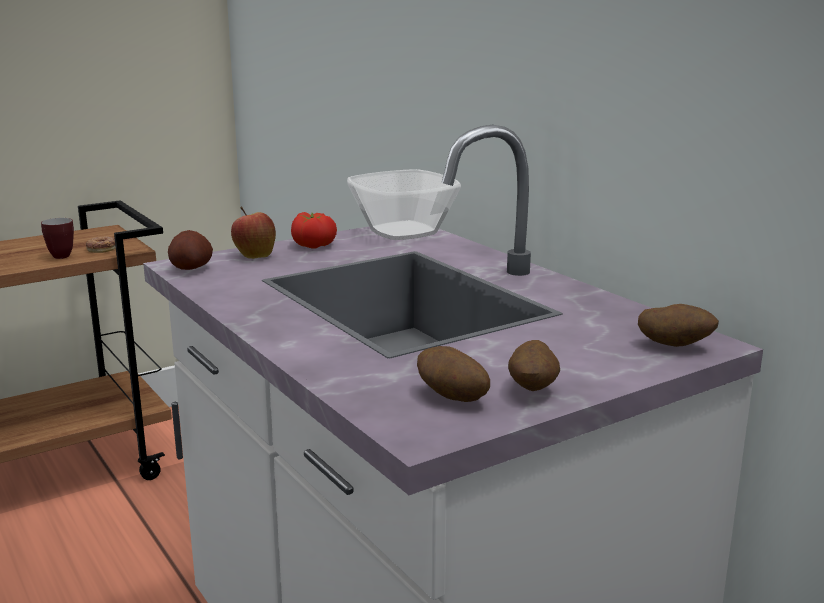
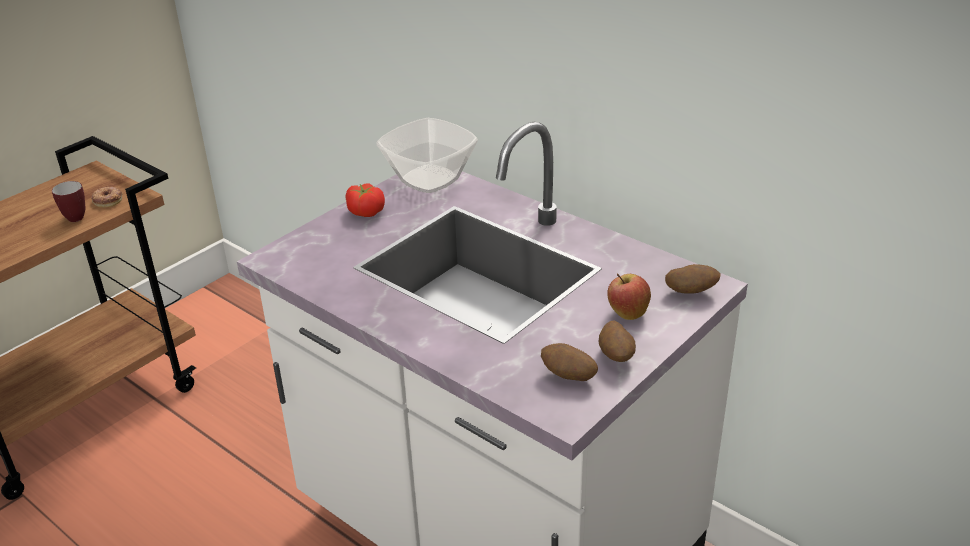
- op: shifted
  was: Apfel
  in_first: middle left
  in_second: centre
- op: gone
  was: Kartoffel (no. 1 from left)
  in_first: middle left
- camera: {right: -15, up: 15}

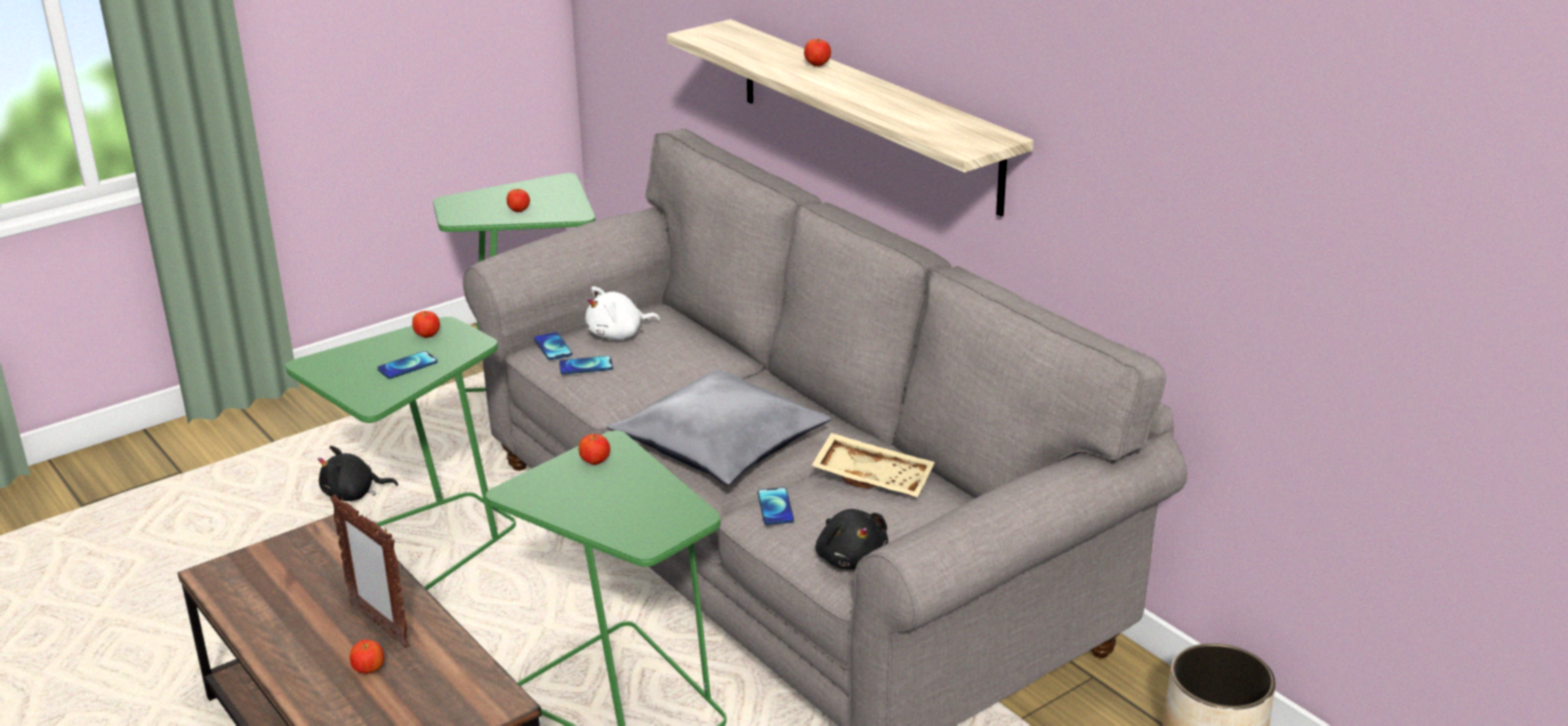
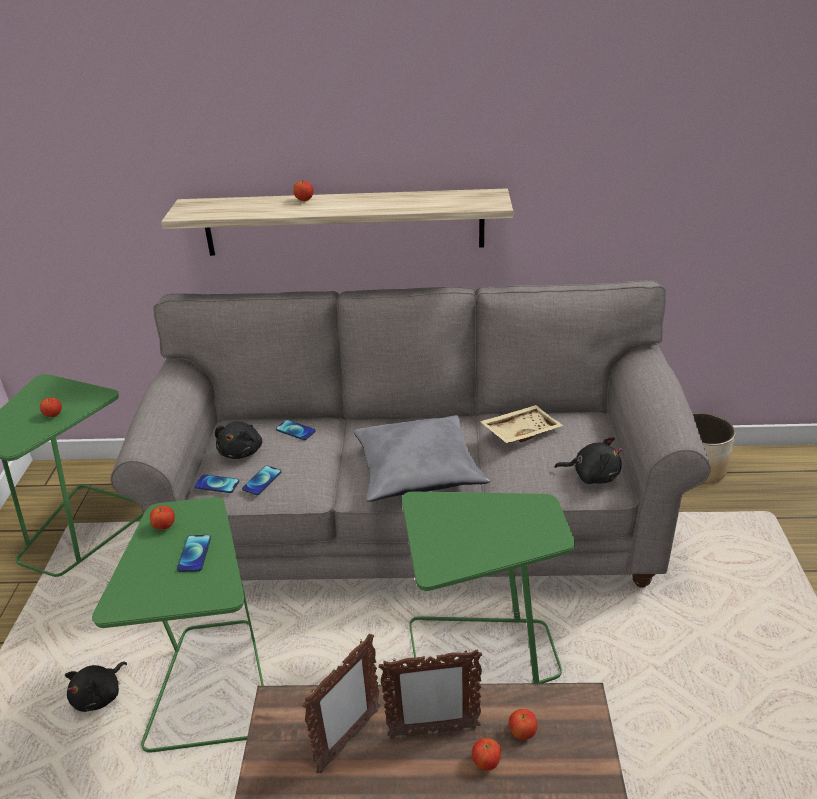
- op: repainted
  was: Plüschtier/weiß
  now: Plüschtier/schwarz (no. 2 from left)
  in_first: centre
  in_second: middle left
- op: shifted
  was: Handy (no. 4 from left)
  in_first: bottom centre
  in_second: centre
- op: new
  now: Bilderrahmen (no. 1 from left)
  in_second: bottom centre
- op: shifted
  was: Apfel (no. 4 from left in the first image)
  now: Apfel (no. 5 from left)
  in_first: centre
  in_second: bottom centre
- camera: {right: -50, up: 5}

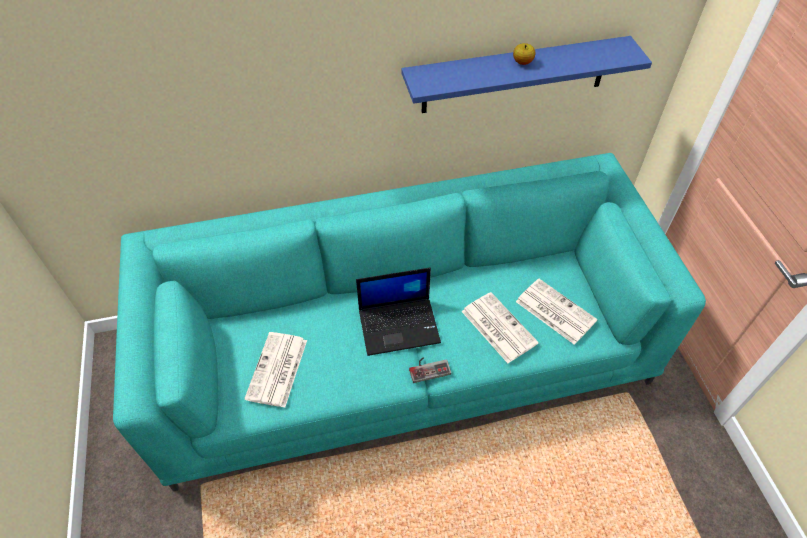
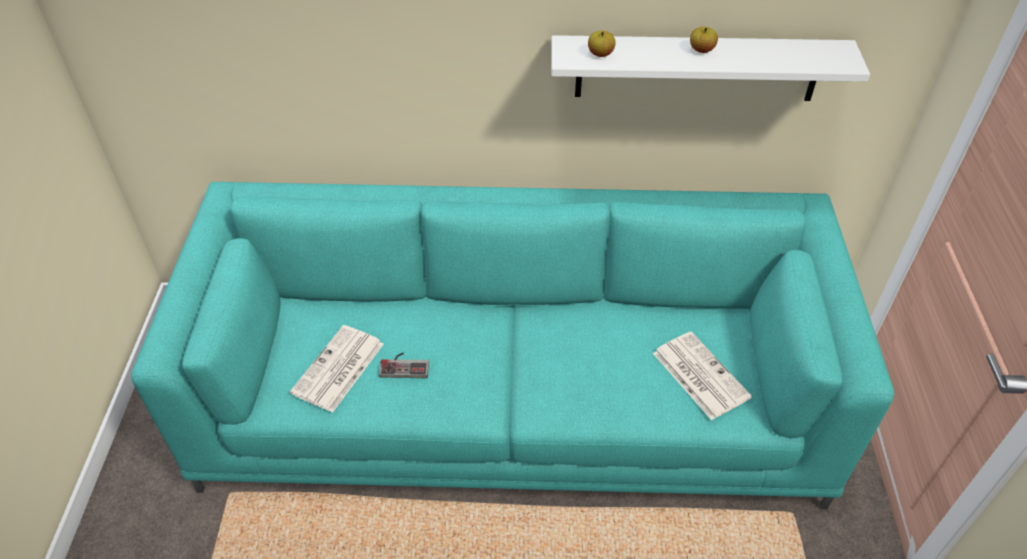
- op: shifted
  was: Gamepad
  in_first: bottom centre
  in_second: centre
- op: repainted
  was: Wandregal/blau
  now: Wandregal/weiß
  in_first: top centre
  in_second: top right
- op: new
  now: Apfel (no. 1 from left)
  in_second: top centre
- op: gone
  was: Laptop
  in_first: centre
- op: gone
  was: Zeitung (no. 2 from left)
  in_first: centre
- camera: {right: 15, up: -5}

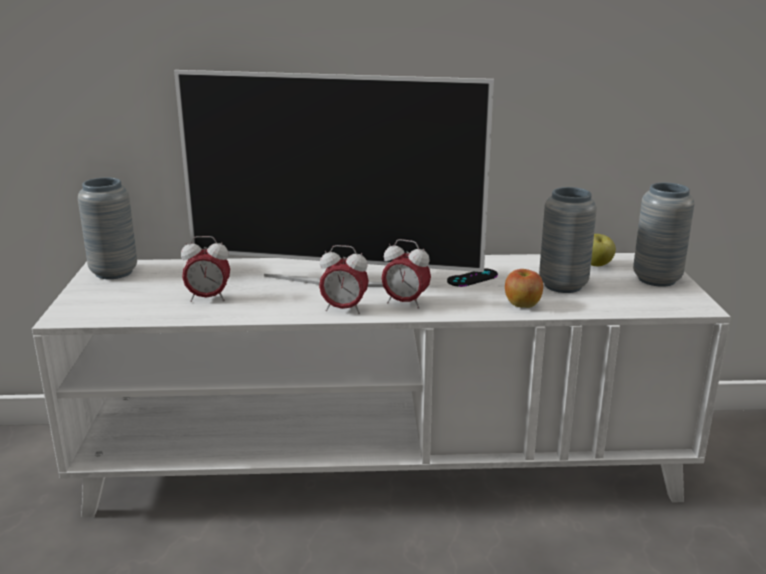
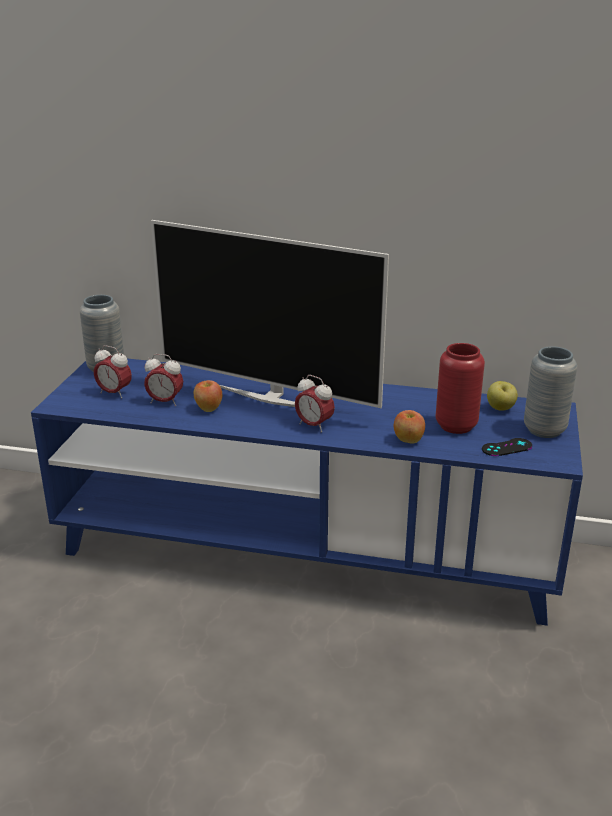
- op: repainted
  was: Fernsehschrank/weiß
  now: Fernsehschrank/blau
  in_first: bottom centre
  in_second: centre
- op: shifted
  was: Wecker (no. 2 from left in the first image)
  now: Wecker (no. 1 from left)
  in_first: centre
  in_second: middle left
- op: new
  now: Apfel (no. 1 from left)
  in_second: centre
- op: repainted
  was: Vase/grau (no. 2 from left)
  now: Vase/rot
  in_first: middle right
  in_second: middle right
- op: shifted
  was: Gamepad/schwarz
  in_first: centre
  in_second: middle right
- camera: {right: 15, up: 5}

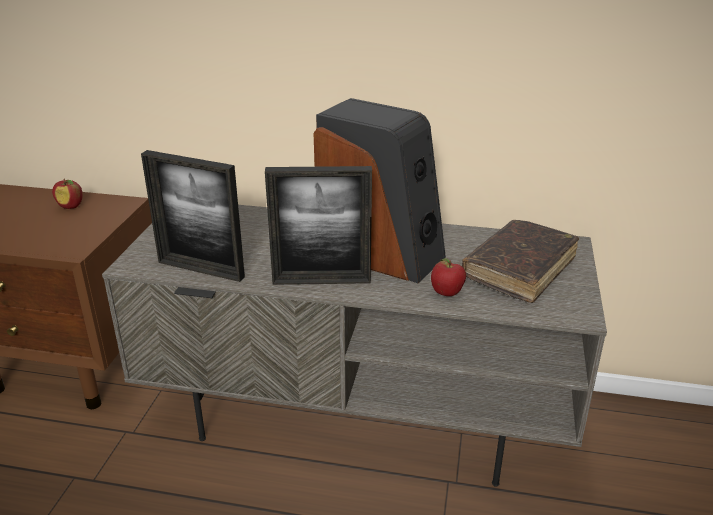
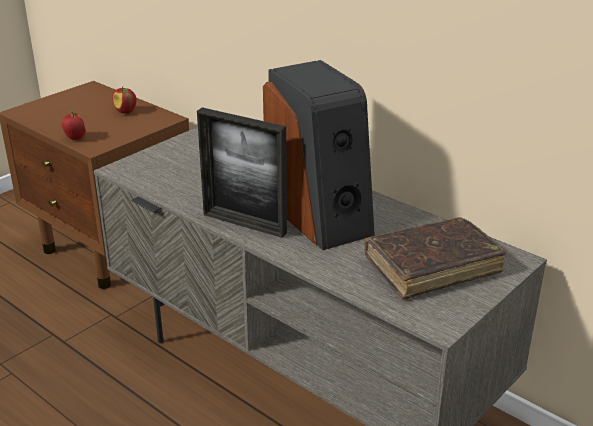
- op: shifted
  was: Apfel (no. 2 from left in the first image)
  now: Apfel (no. 1 from left)
  in_first: centre
  in_second: top left
- op: gone
  was: Bilderrahmen (no. 1 from left)
  in_first: middle left
- camera: {right: 30, up: 0}

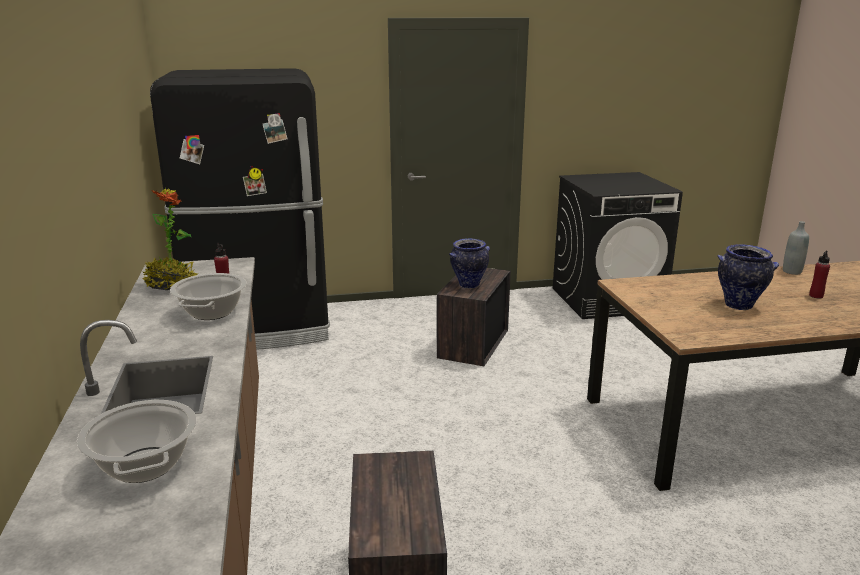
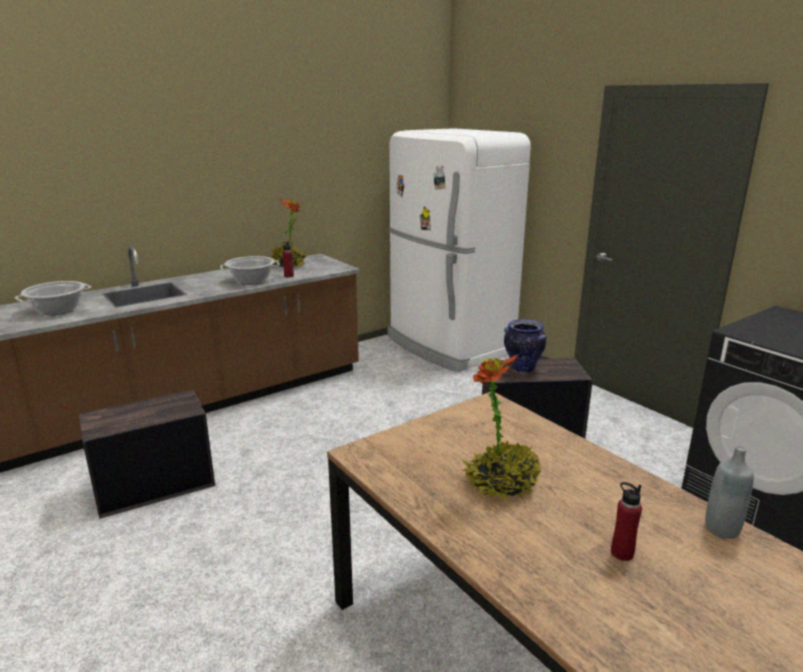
- op: repainted
  was: Kühlschrank/schwarz
  now: Kühlschrank/weiß
  in_first: middle left
  in_second: centre
- op: swapped
  was: Vase (no. 2 from left)
  now: Topfpflanze (no. 2 from left)
  in_first: middle right
  in_second: centre
- camera: {right: 65, up: 0}

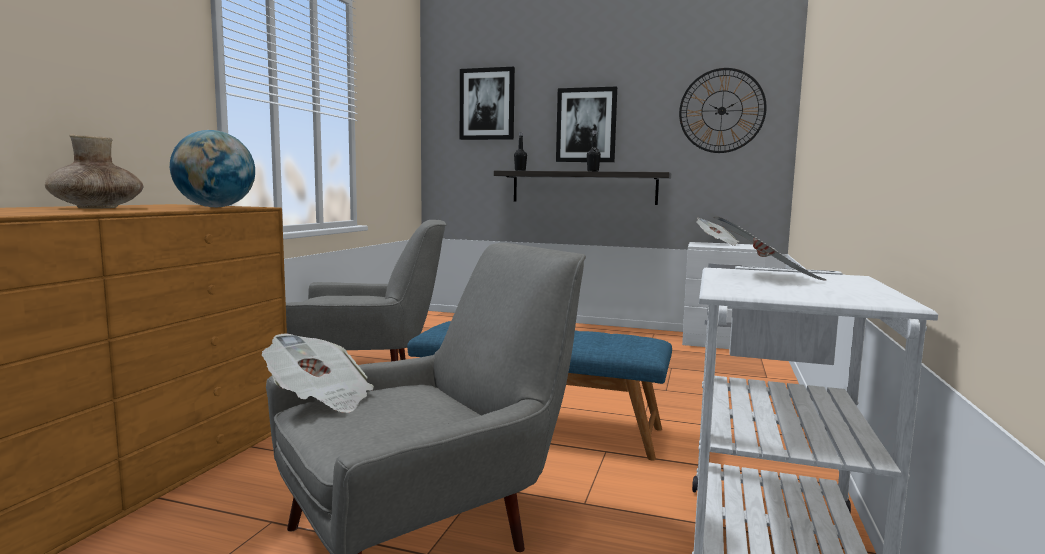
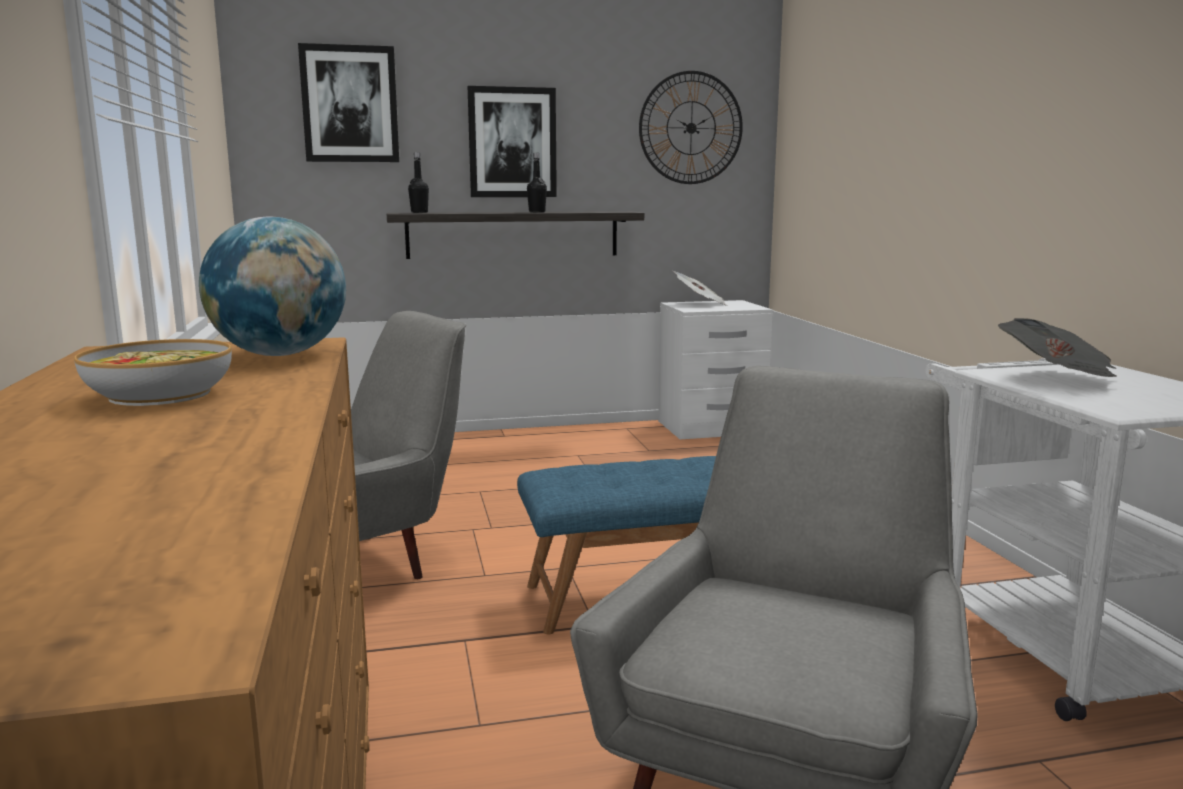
- op: swapped
  was: Vase/braun
  now: Schüssel
  in_first: top left
  in_second: middle left
- op: gone
  was: Zeitung (no. 1 from left)
  in_first: bottom left
- camera: {right: -30, up: 5}

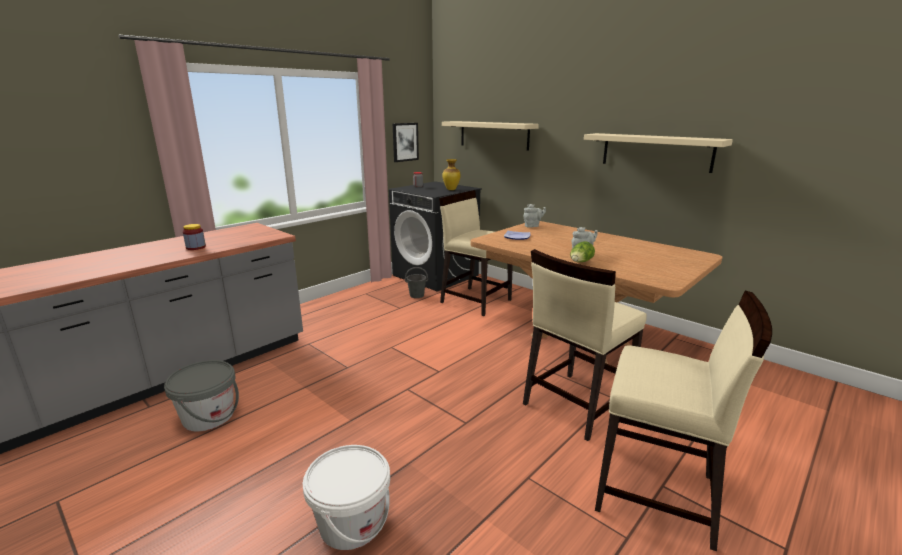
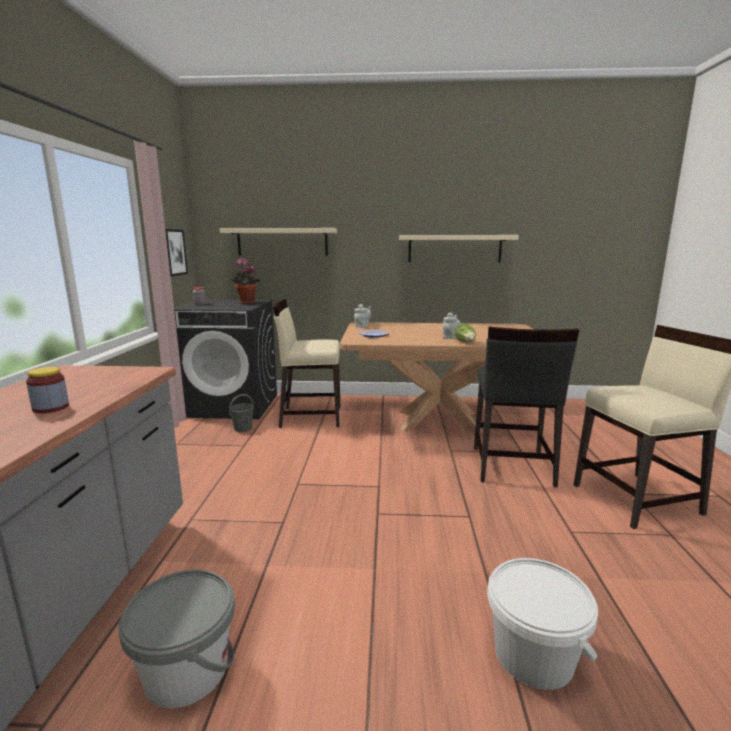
- op: swapped
  was: Vase
  now: Topfpflanze
  in_first: top centre
  in_second: centre
- op: repainted
  was: Stuhl/beige (no. 2 from left)
  now: Stuhl/schwarz
  in_first: centre
  in_second: middle right
- camera: {right: -40, up: -5}

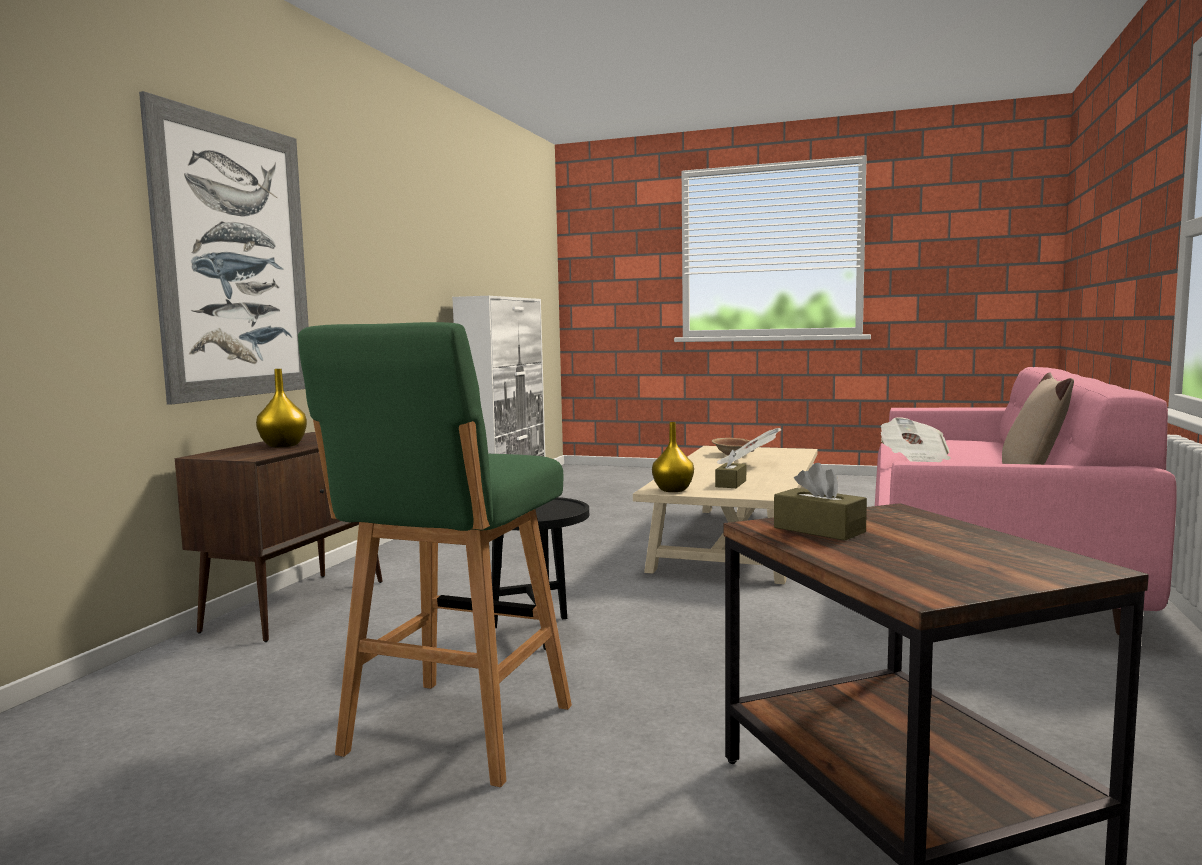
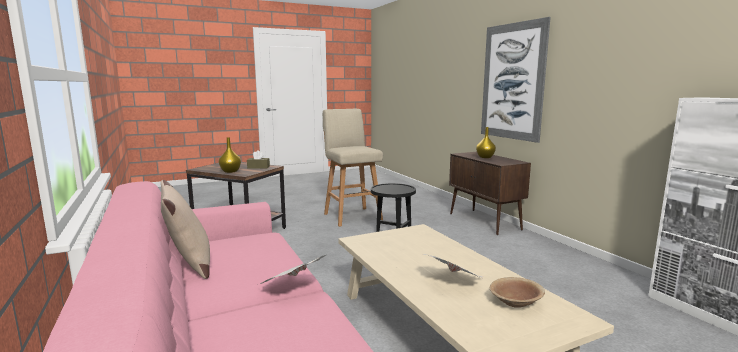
- op: shifted
  was: Vase/gelb (no. 2 from left in the first image)
  now: Vase/gelb (no. 1 from left)
  in_first: centre
  in_second: middle left
- op: repainted
  was: Hocker/grün
  now: Hocker/beige
  in_first: centre
  in_second: centre
- op: gone
  was: Taschentuchbox/braun (no. 1 from left)
  in_first: centre
- camera: {right: 135, up: 5}

